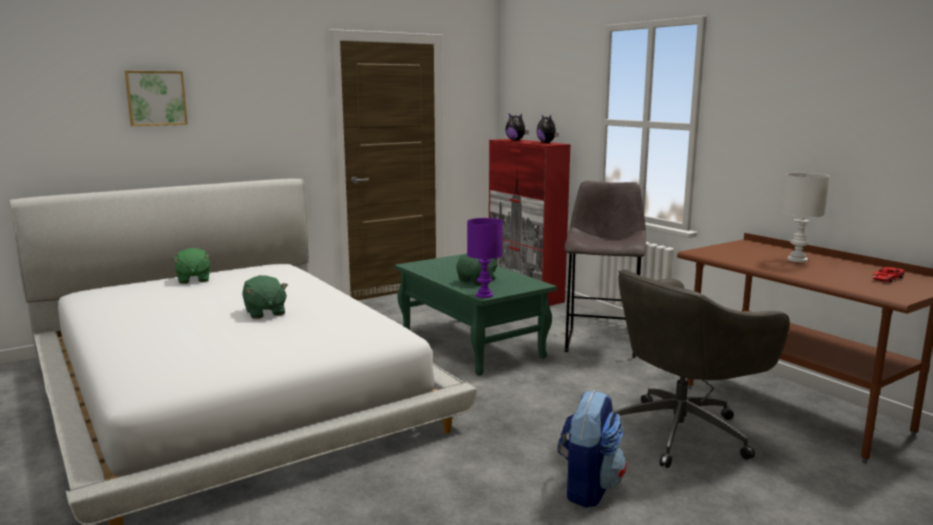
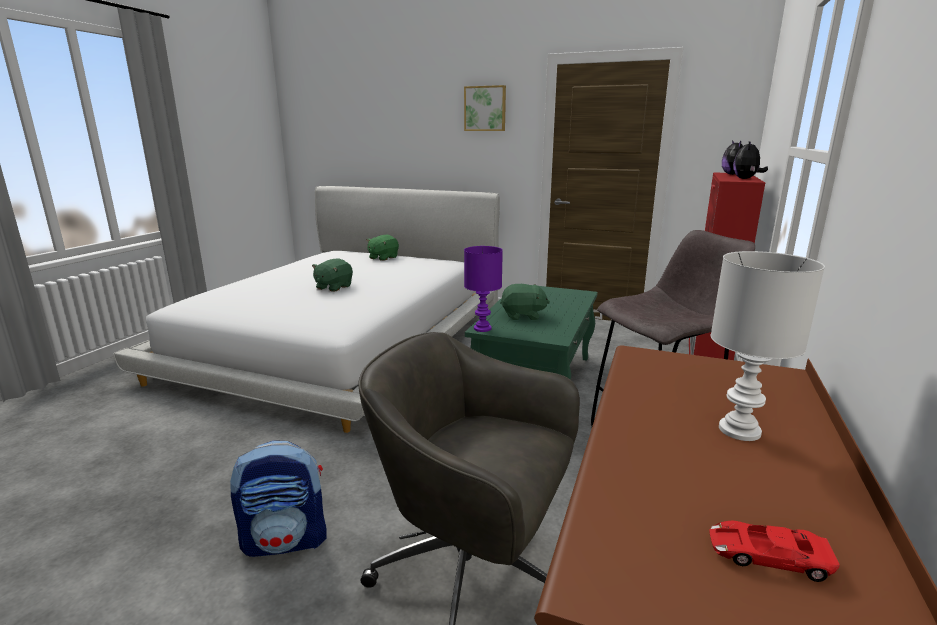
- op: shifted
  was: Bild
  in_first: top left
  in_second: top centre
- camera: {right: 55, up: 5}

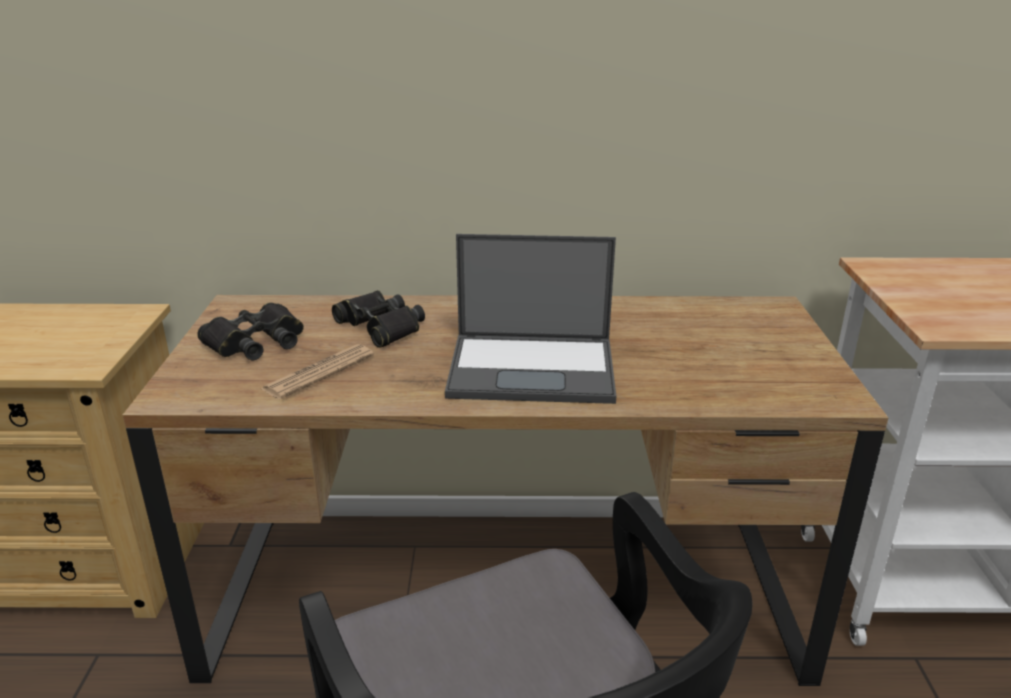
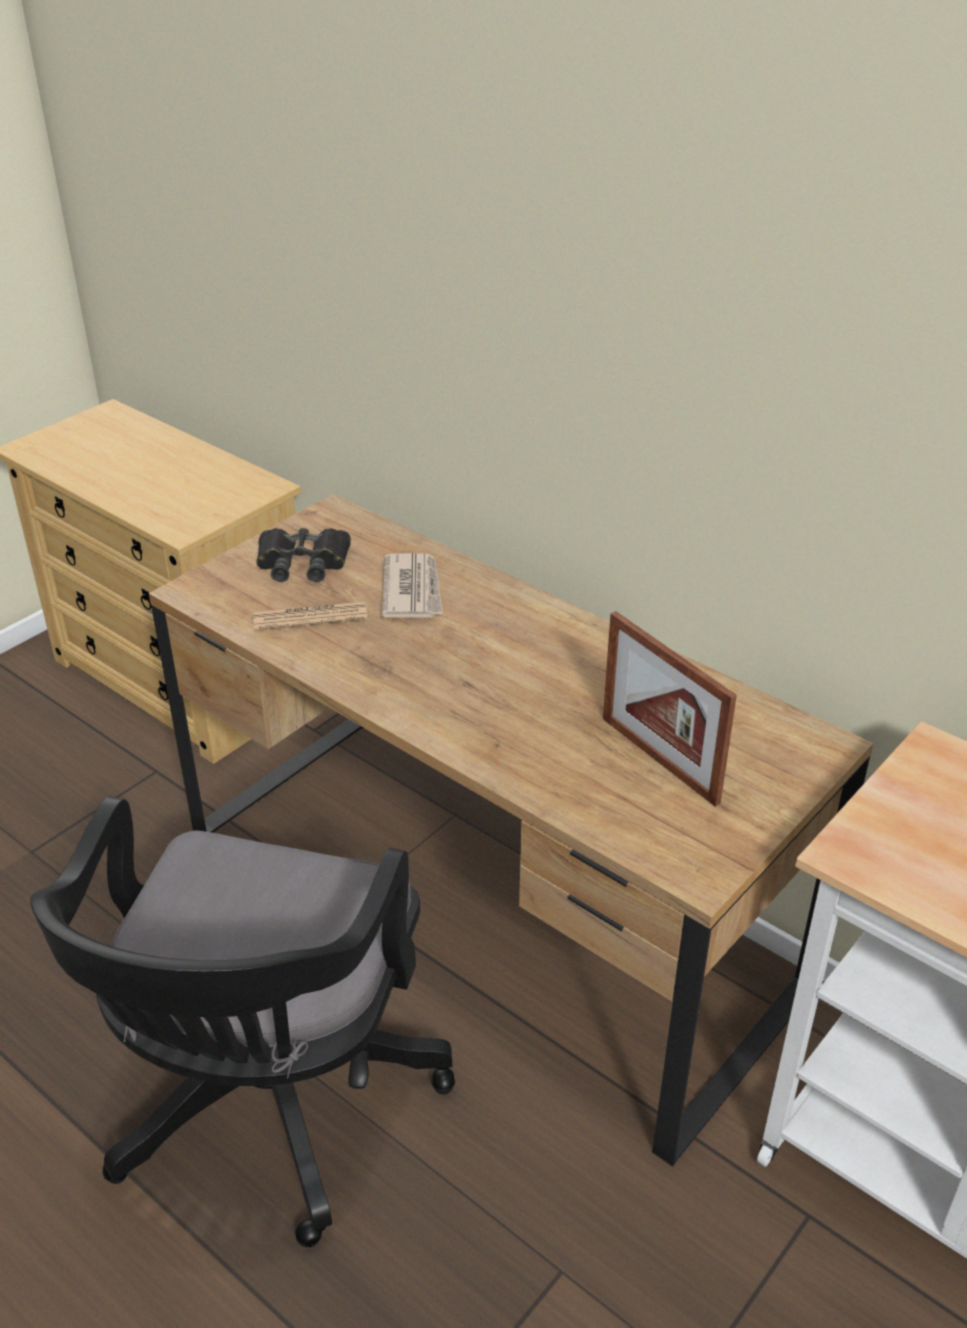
- op: swapped
  was: Fernglas/schwarz (no. 2 from left)
  now: Zeitung (no. 2 from left)
  in_first: centre
  in_second: centre
- op: new
  now: Bilderrahmen
  in_second: middle right
- op: gone
  was: Laptop
  in_first: centre
- camera: {right: 40, up: 10}

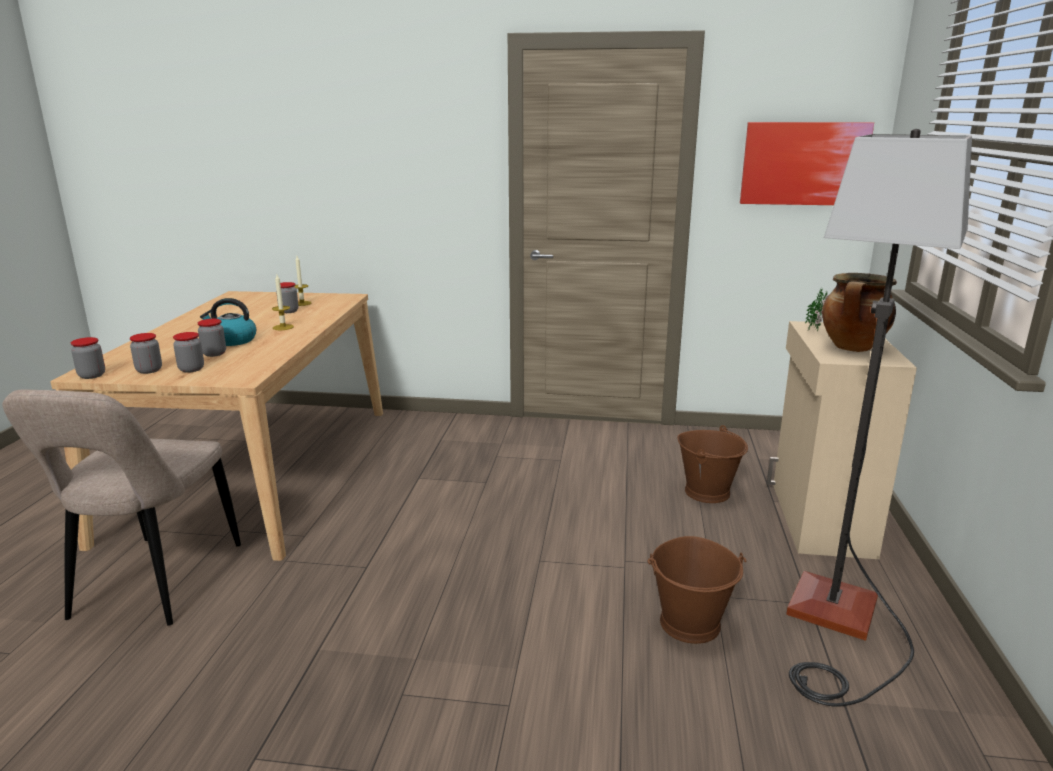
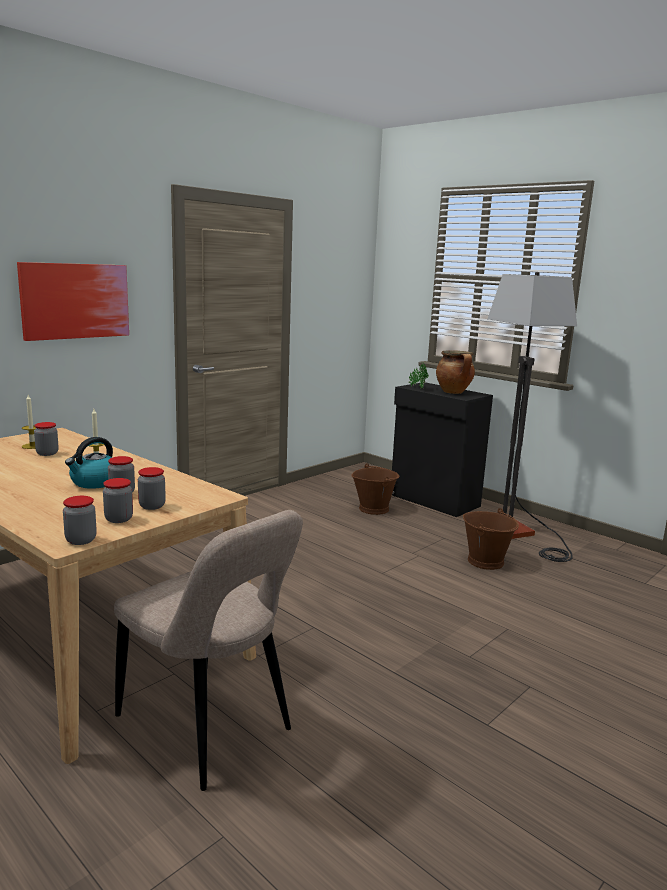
- op: shifted
  was: Bild
  in_first: top right
  in_second: middle left
- op: repainted
  was: Schrank/beige
  now: Schrank/schwarz
  in_first: middle right
  in_second: centre
- camera: {right: -55, up: -5}

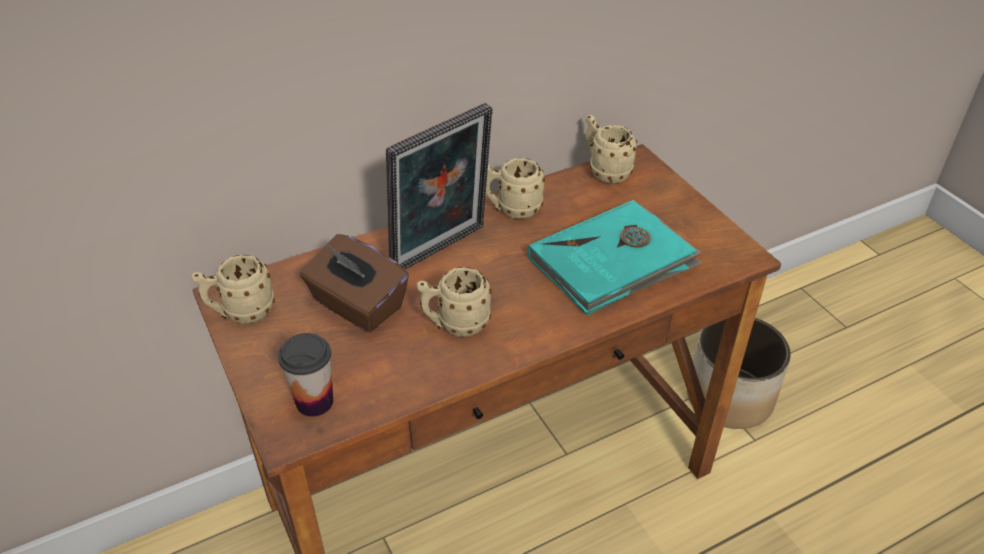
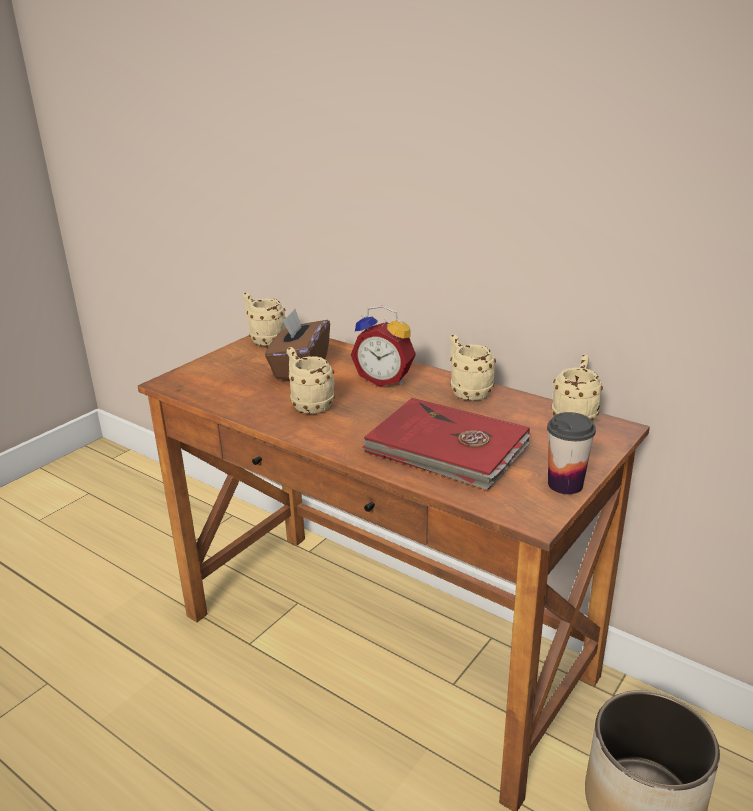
- op: swapped
  was: Bilderrahmen
  now: Wecker
  in_first: centre
  in_second: centre
- op: repainted
  was: Buch/türkis
  now: Buch/rot
  in_first: centre
  in_second: centre
- op: shifted
  was: Tasse
  in_first: bottom left
  in_second: middle right
- camera: {right: 65, up: -15}

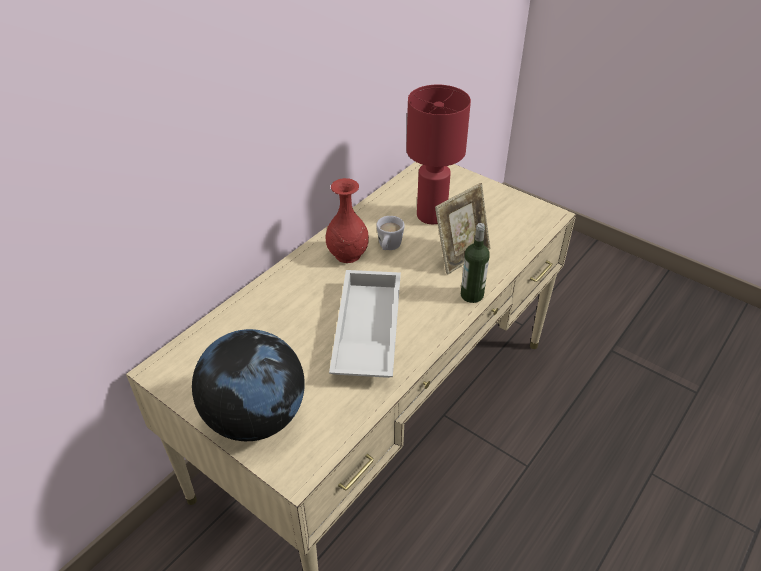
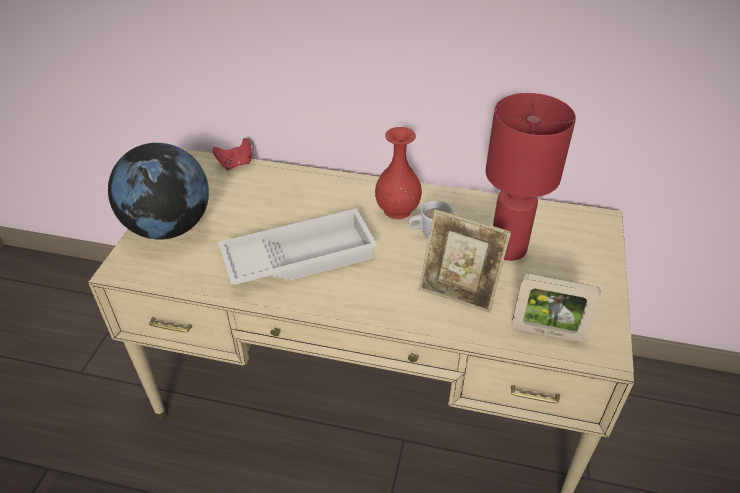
- op: new
  now: Gamepad/rot
  in_second: top left
- op: new
  now: Bilderrahmen (no. 2 from left)
  in_second: middle right
- op: gone
  was: Flasche
  in_first: centre
- camera: {right: 65, up: 0}

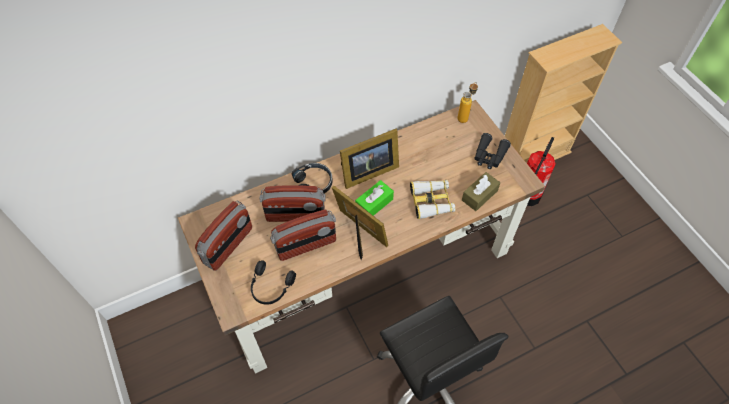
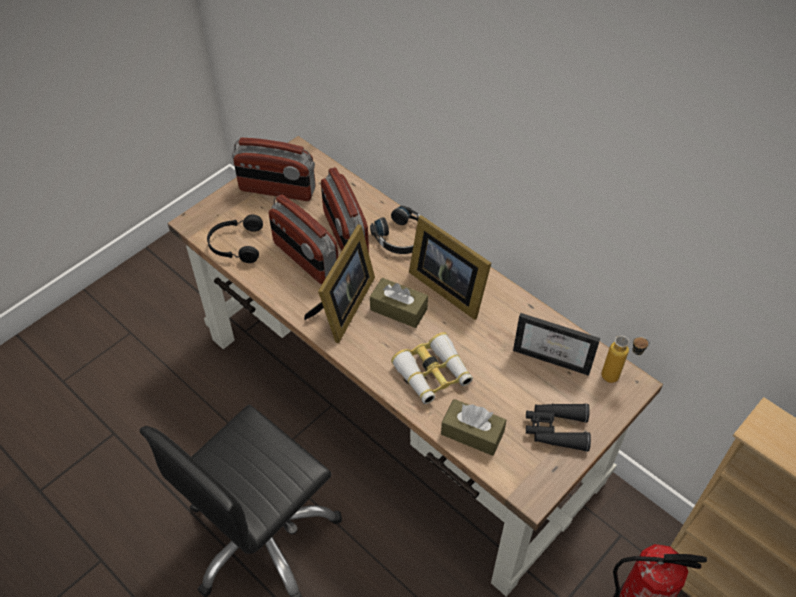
- op: repainted
  was: Taschentuchbox/grün
  now: Taschentuchbox/braun (no. 1 from left)
  in_first: centre
  in_second: centre
- op: new
  now: Bilderrahmen (no. 3 from left)
  in_second: middle right
- camera: {right: 70, up: -5}

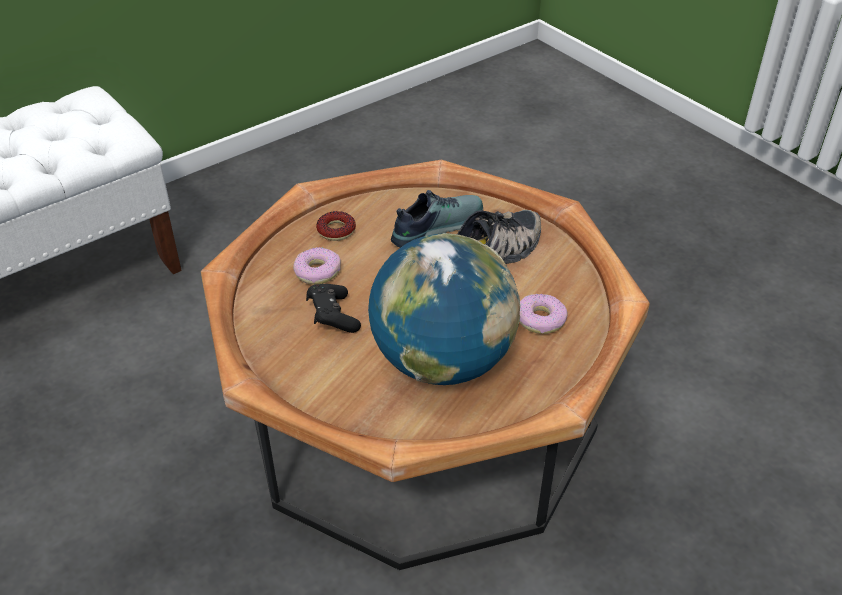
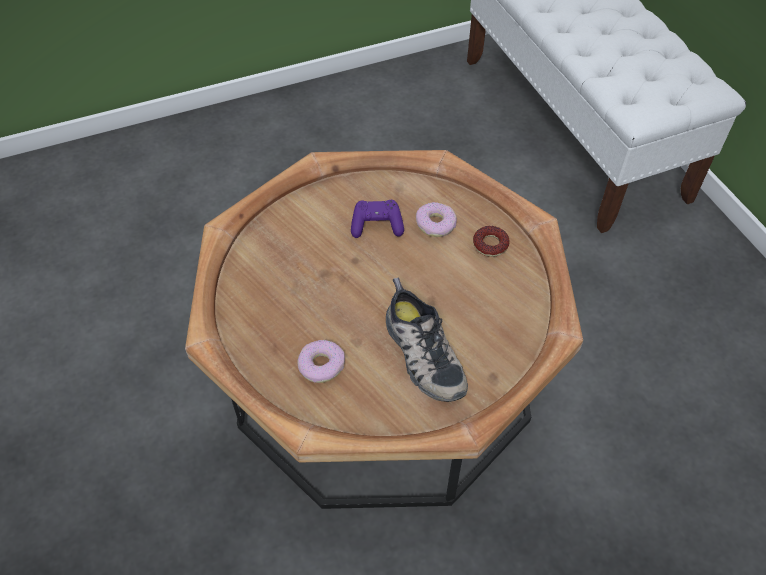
- op: repainted
  was: Gamepad/schwarz
  now: Gamepad/lila
  in_first: centre
  in_second: centre
- op: gone
  was: Globus
  in_first: centre
- op: gone
  was: Schuh (no. 1 from left)
  in_first: centre
- camera: {right: 105, up: 10}

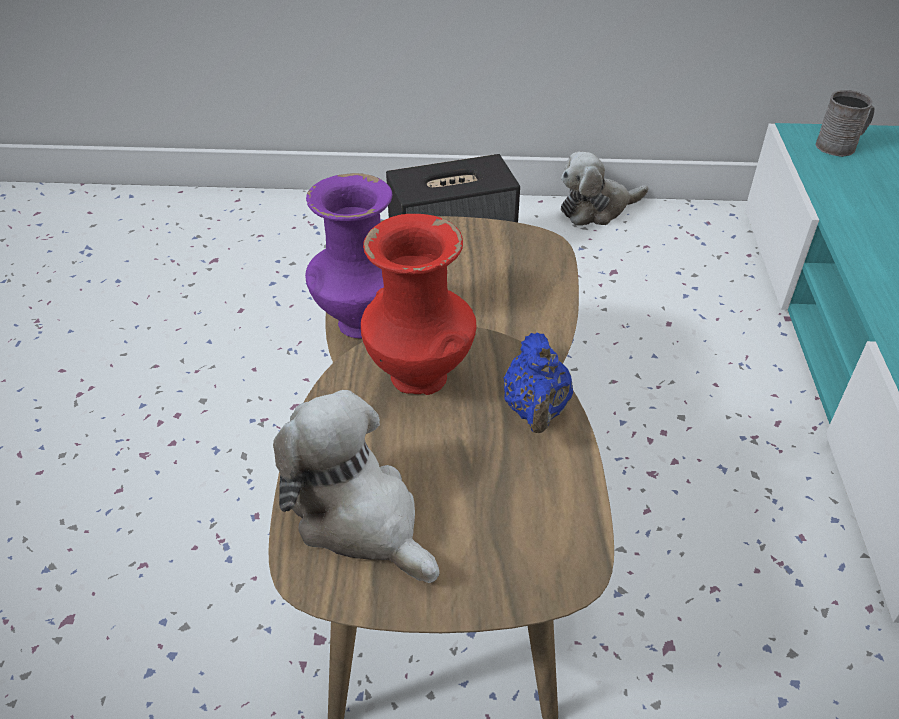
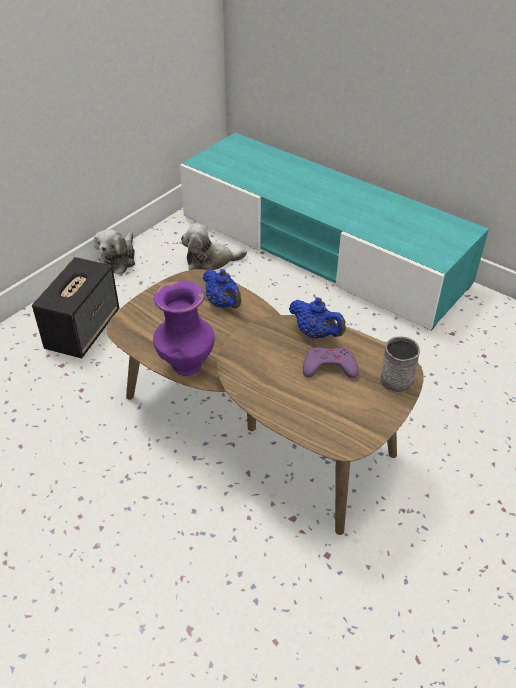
- op: shifted
  was: Plüschtier (no. 1 from left in the first image)
  now: Plüschtier (no. 2 from left)
  in_first: bottom centre
  in_second: centre
- op: new
  now: Teekanne/blau (no. 1 from left)
  in_second: centre
- op: new
  now: Gamepad/lila
  in_second: centre
- op: shifted
  was: Henkelbecher/grau
  in_first: top right
  in_second: middle right
- op: gone
  was: Vase/rot
  in_first: centre
- camera: {right: -55, up: 0}

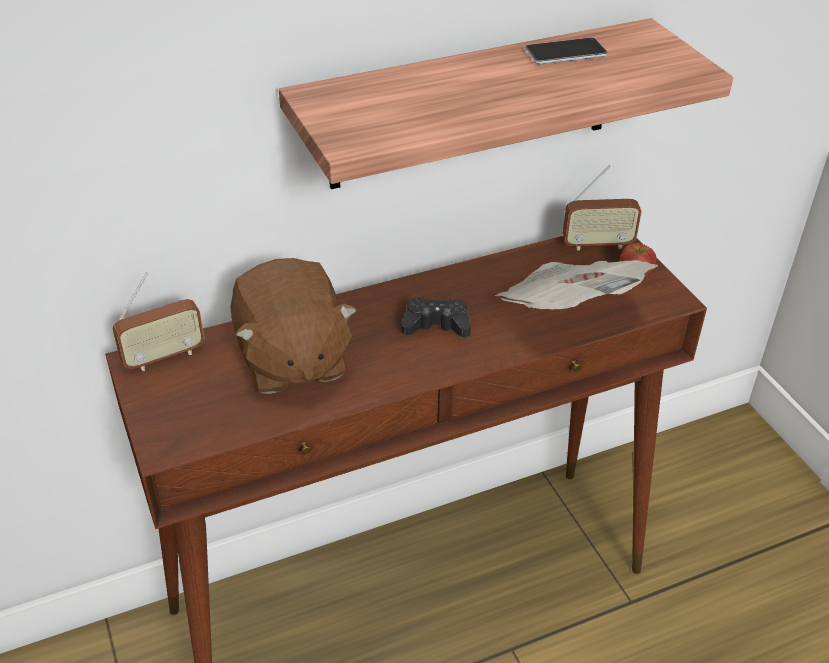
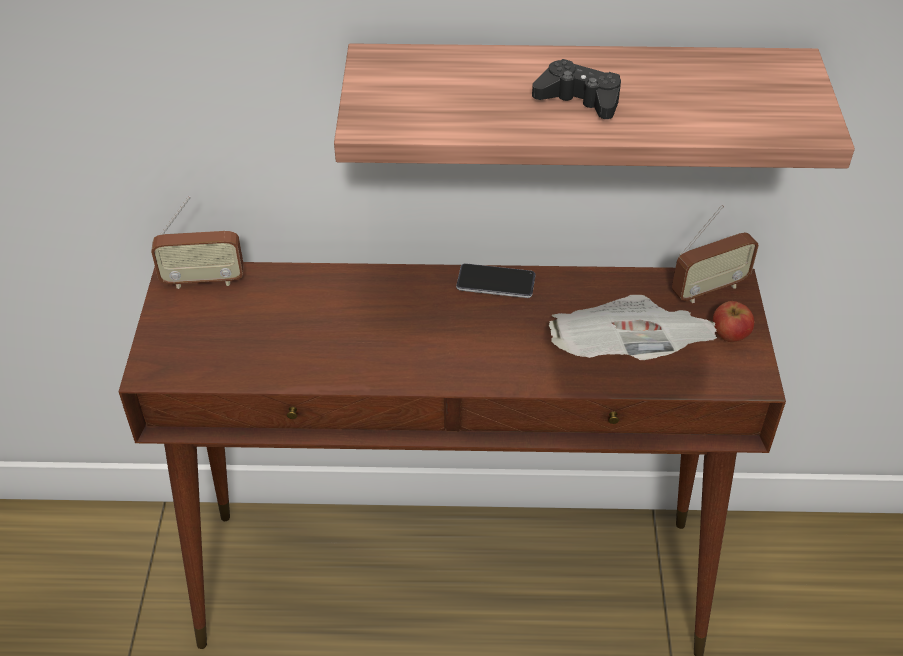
- op: shifted
  was: Handy
  in_first: top right
  in_second: centre
- op: shifted
  was: Gamepad/schwarz
  in_first: centre
  in_second: top centre
- op: rotated
  was: Radio (no. 2 from left)
  in_first: top right
  in_second: middle right
  clockwise: -45
- op: gone
  was: Plüschtier/braun
  in_first: centre
- camera: {right: 25, up: 5}

